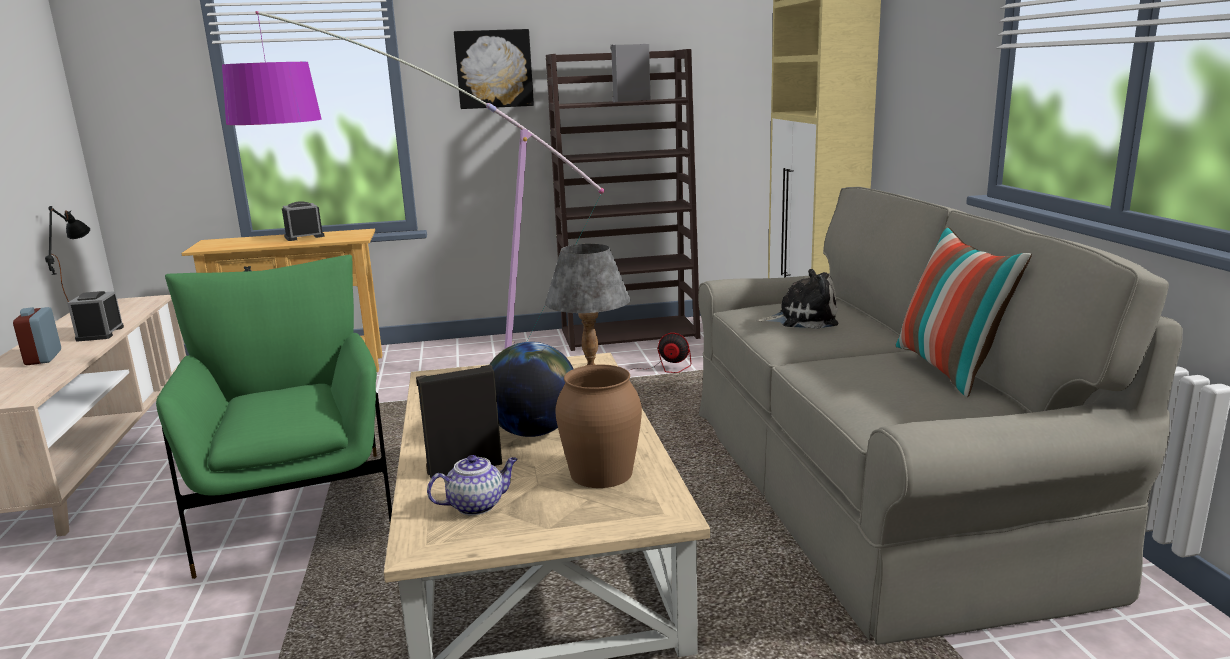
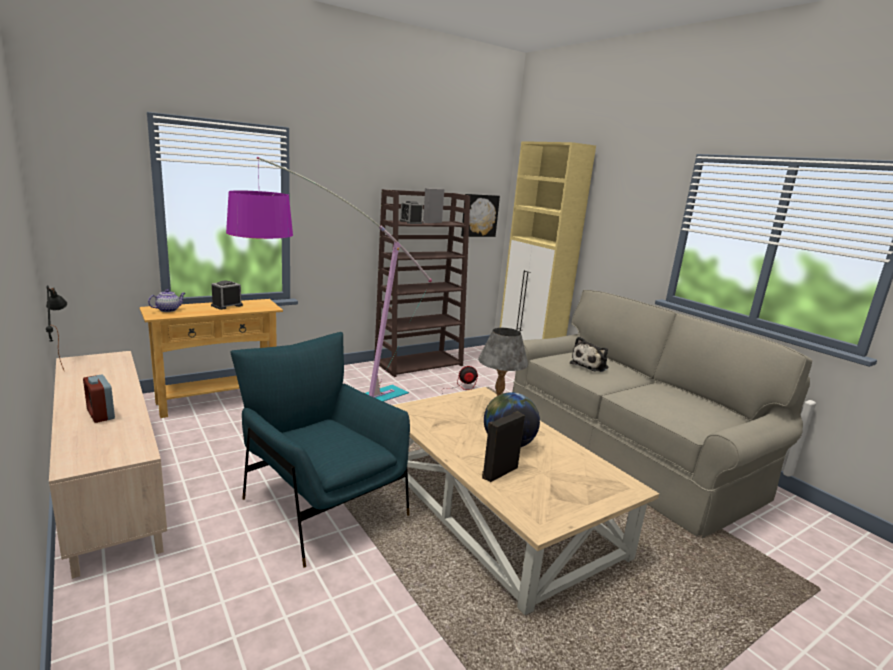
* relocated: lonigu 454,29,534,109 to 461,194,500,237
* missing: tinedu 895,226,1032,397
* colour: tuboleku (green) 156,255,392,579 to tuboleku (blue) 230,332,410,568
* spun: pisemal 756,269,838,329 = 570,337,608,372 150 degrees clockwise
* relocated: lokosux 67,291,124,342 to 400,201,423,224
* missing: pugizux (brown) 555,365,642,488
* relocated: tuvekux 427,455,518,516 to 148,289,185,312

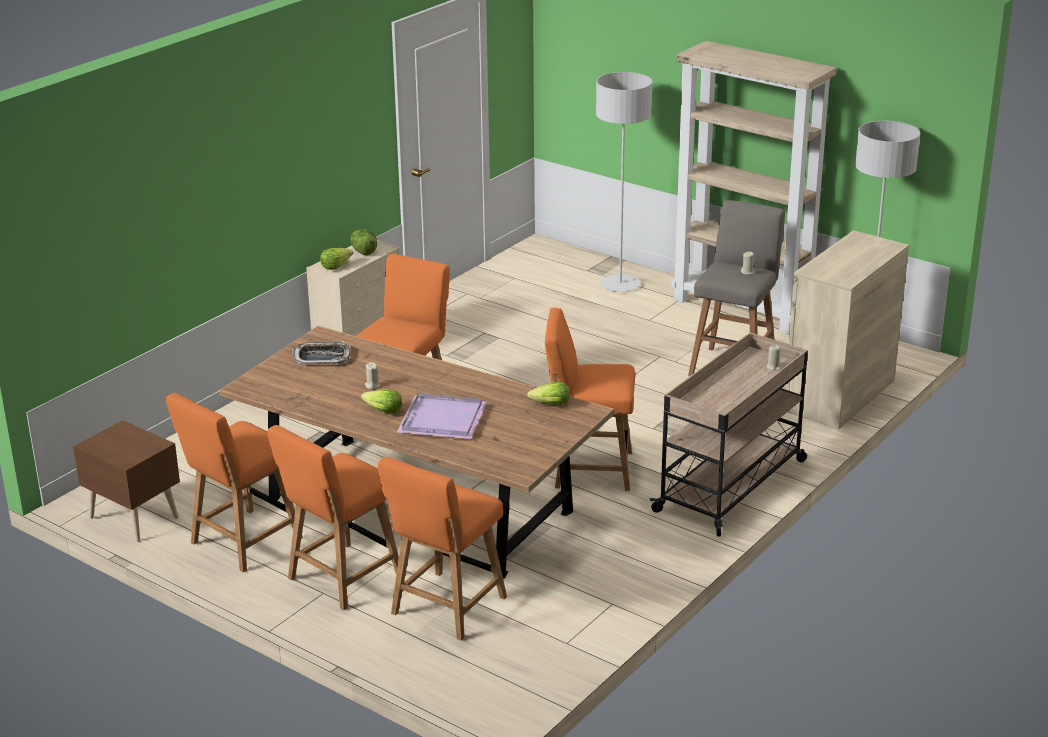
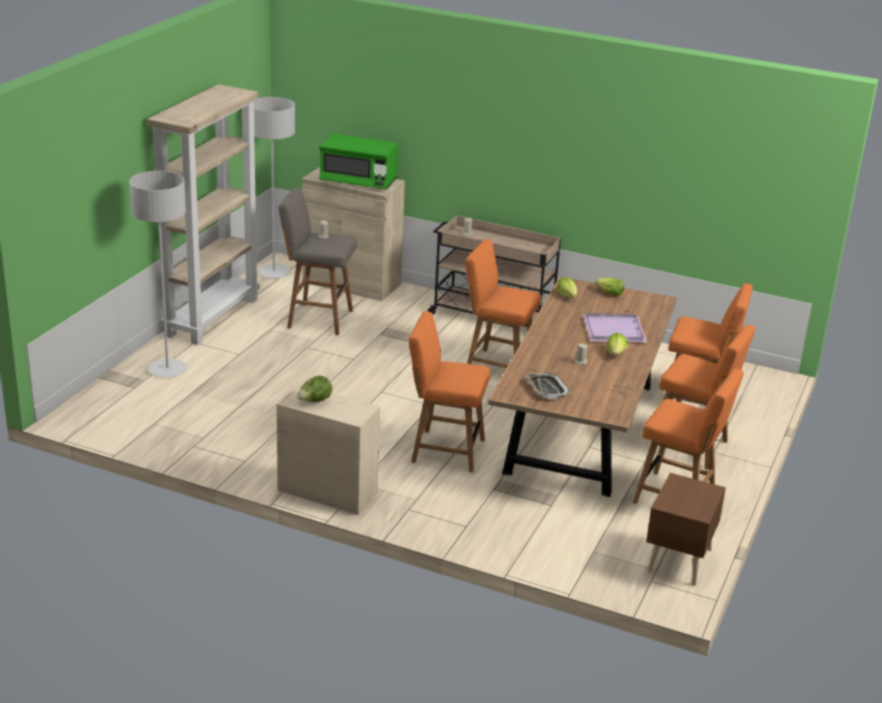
* relocated: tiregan 320,248,353,270 to 595,278,624,296
* spun: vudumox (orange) 545,308,635,491 = 465,239,541,368 120 degrees clockwise
* appeared: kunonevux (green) 319,134,398,189

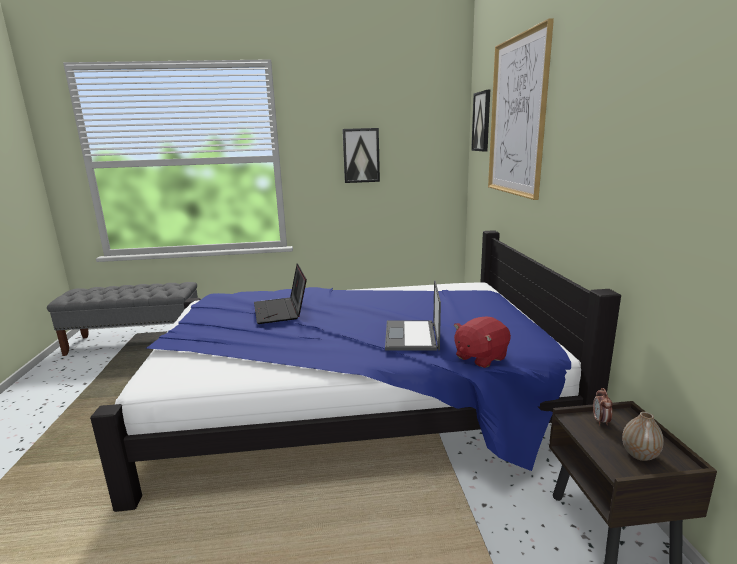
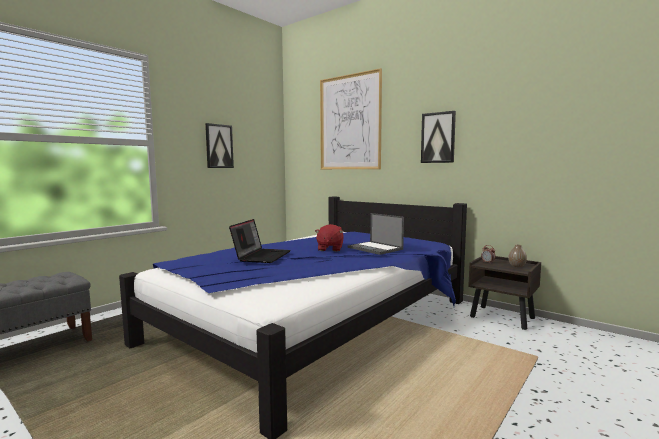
* relocated: lonigu 471,90,490,151 to 421,111,456,163
* spun: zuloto 254,264,307,324 = 229,219,291,263 105 degrees counterclockwise
* relocated: pisemal (red) 454,316,511,368 to 315,224,344,252

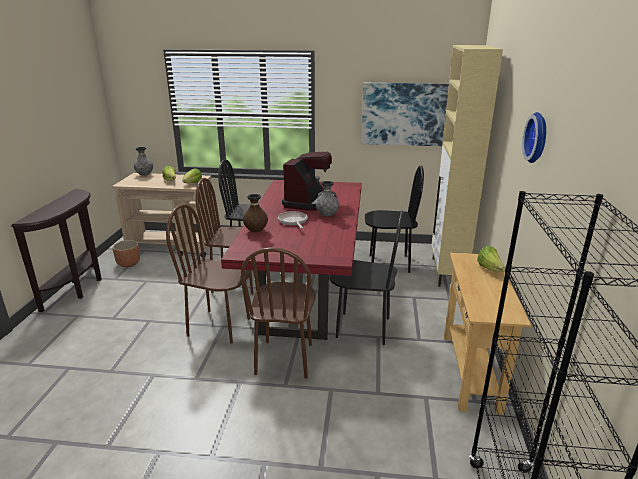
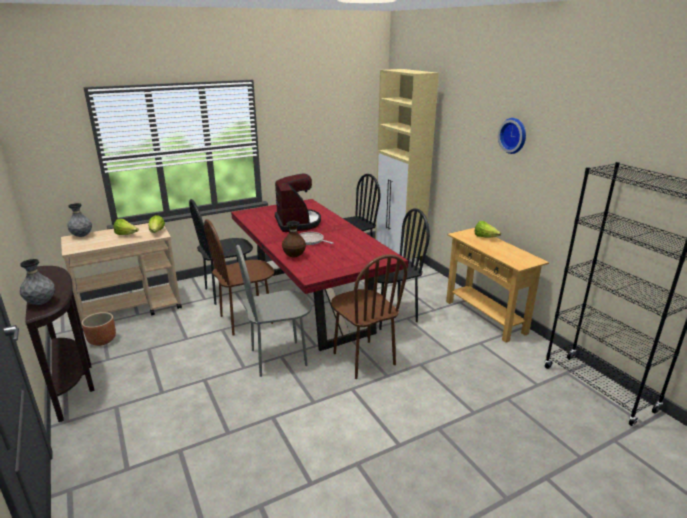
* missing: lonigu 361,83,449,146
* relocated: pugizux (grey) 316,181,339,217 to 20,259,55,305
* colour: vudumox (brown) 166,204,251,344 to vudumox (grey) 236,245,312,377

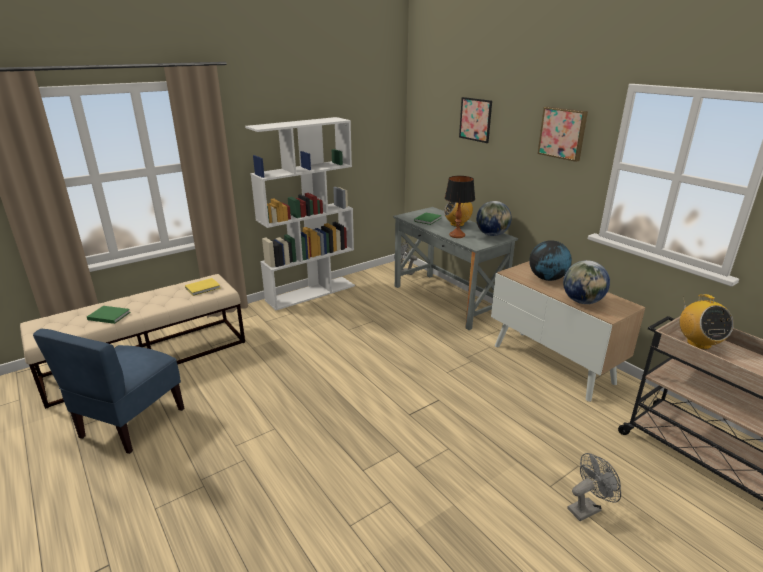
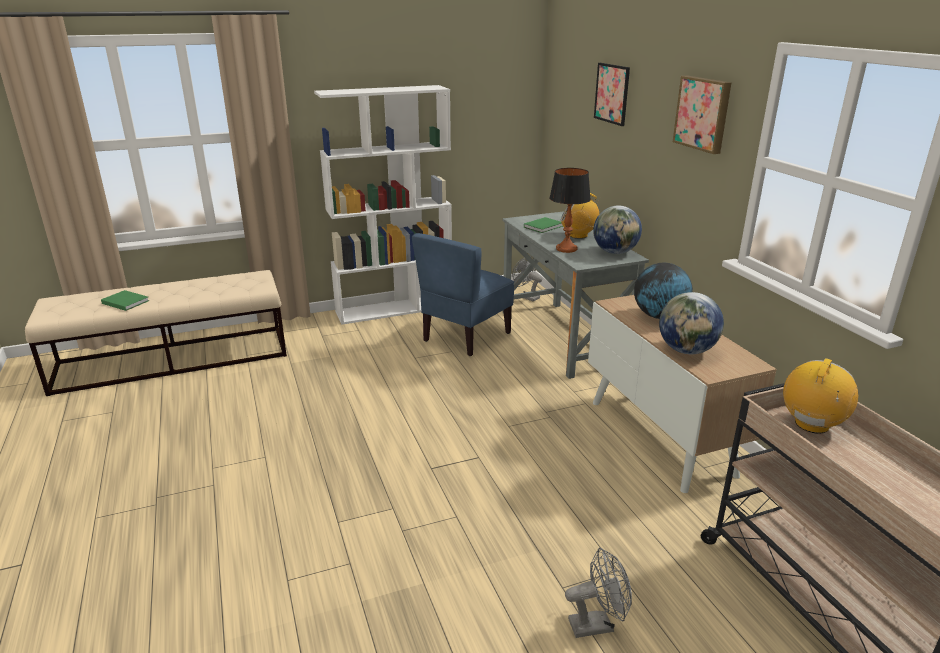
* missing: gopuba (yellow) 185,278,220,296
* spun: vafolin 680,294,734,350 = 783,358,858,434 150 degrees counterclockwise
* relocated: vudumox (blue) 33,329,184,454 to 412,233,514,356

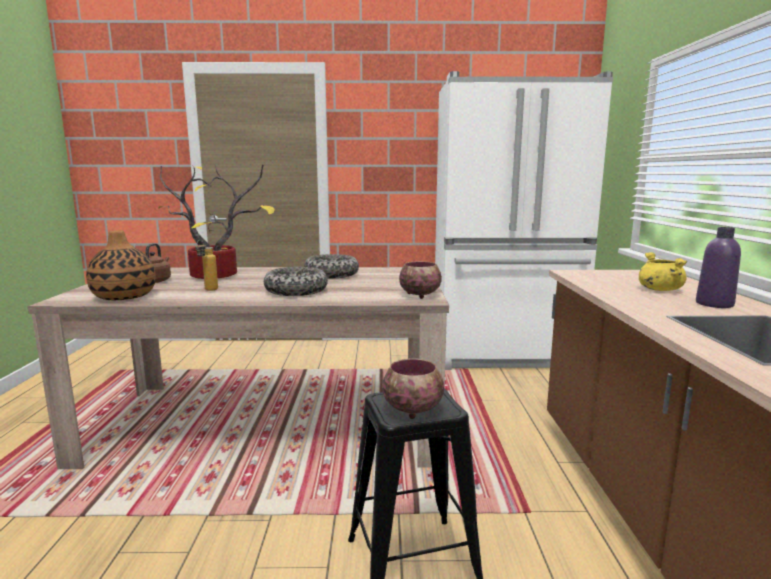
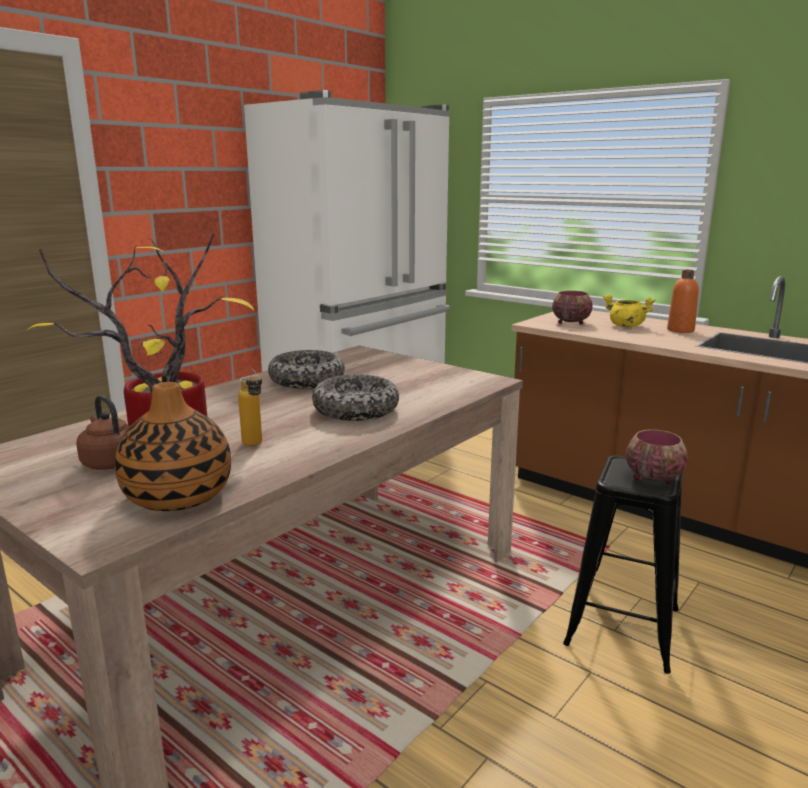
* colour: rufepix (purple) 696,227,741,308 to rufepix (orange) 667,270,699,333
* relocated: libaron 399,261,442,299 to 552,291,593,324

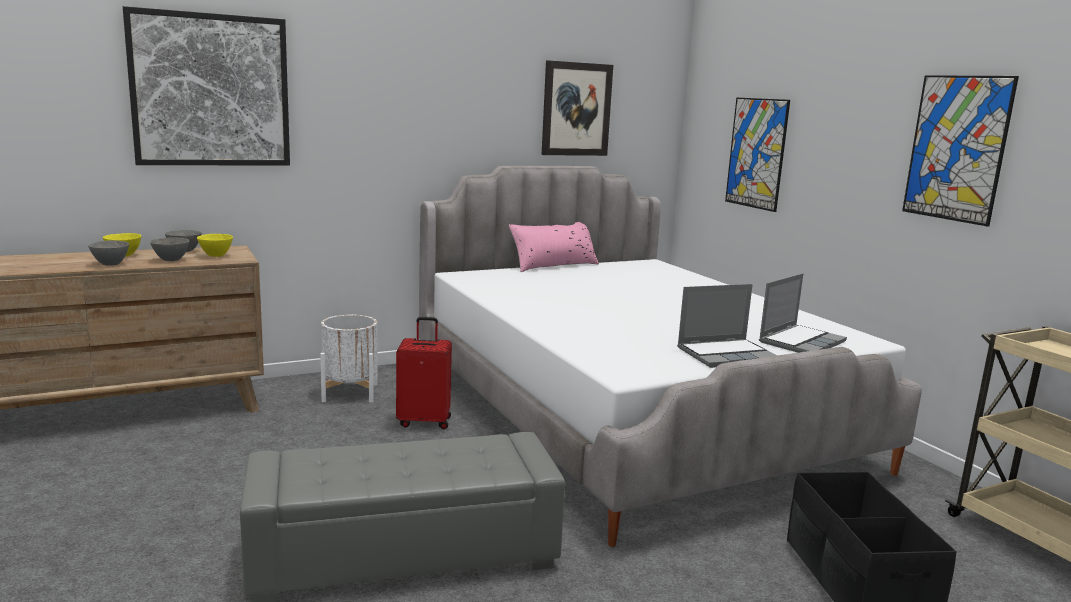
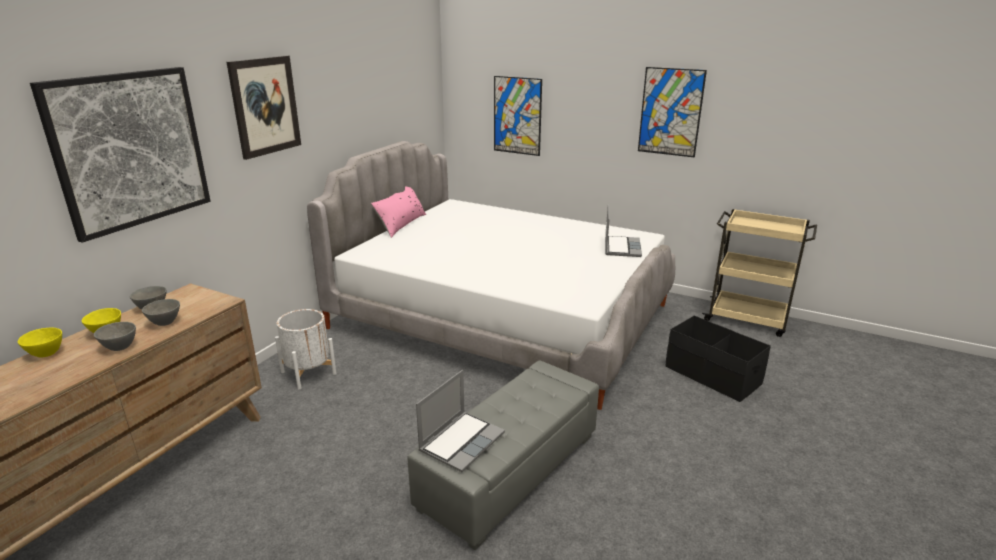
* relocated: lonigu 542,60,613,156 to 227,55,301,160
* relocated: libaron (yellow) 197,234,233,257 to 18,328,62,358
* relocated: zuloto 677,284,777,368 to 416,370,505,472
* missing: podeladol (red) 396,317,452,429

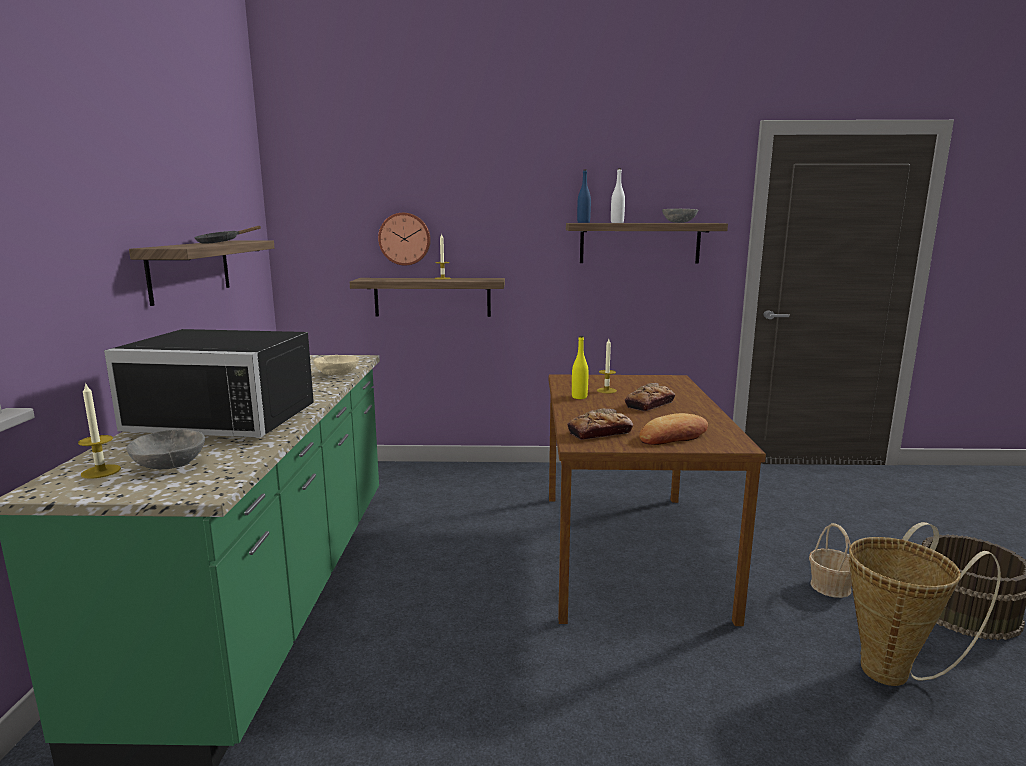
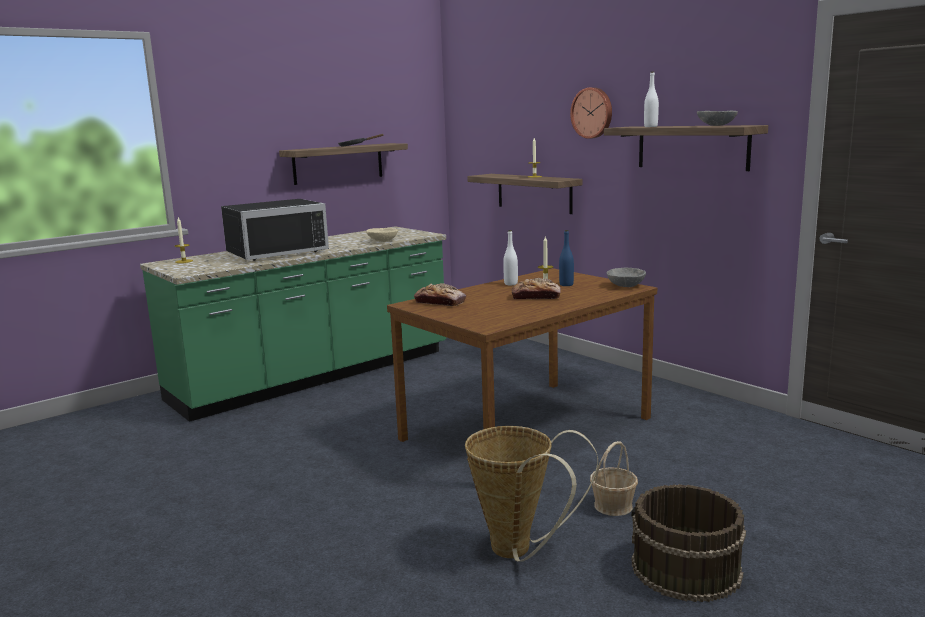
* relocated: rufepix (blue) 577,170,591,223 to 559,230,574,286
* relocated: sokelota 378,213,431,266 to 570,87,612,139
* spun: kunonevux (black) 104,329,314,438 = 221,199,329,261 90 degrees counterclockwise
* colour: rufepix (yellow) 572,336,589,399 to rufepix (white) 503,230,518,285
* missing: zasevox 639,413,708,445
* relocated: libaron (grey) 126,429,205,470 to 607,268,646,287

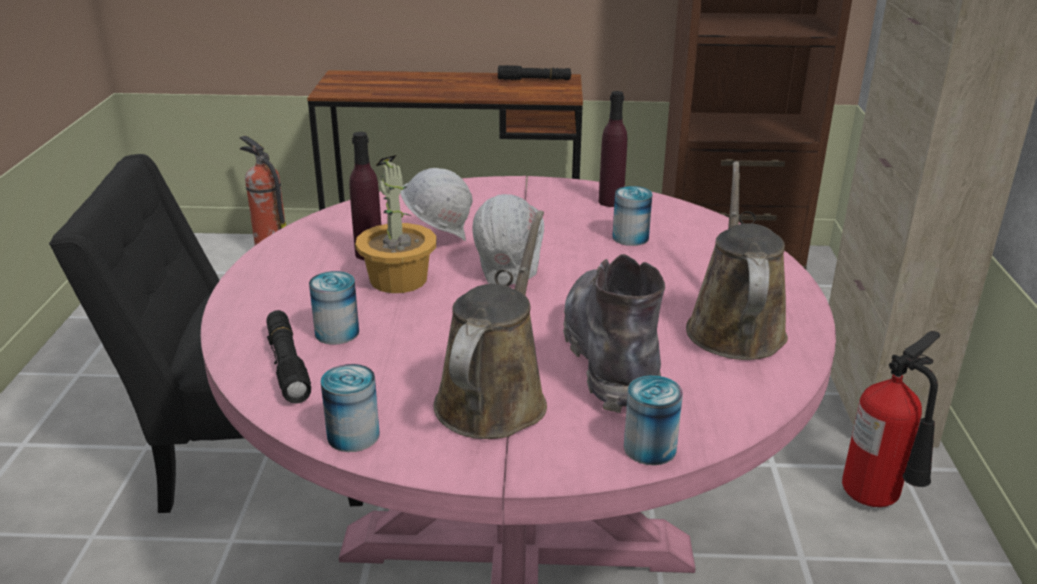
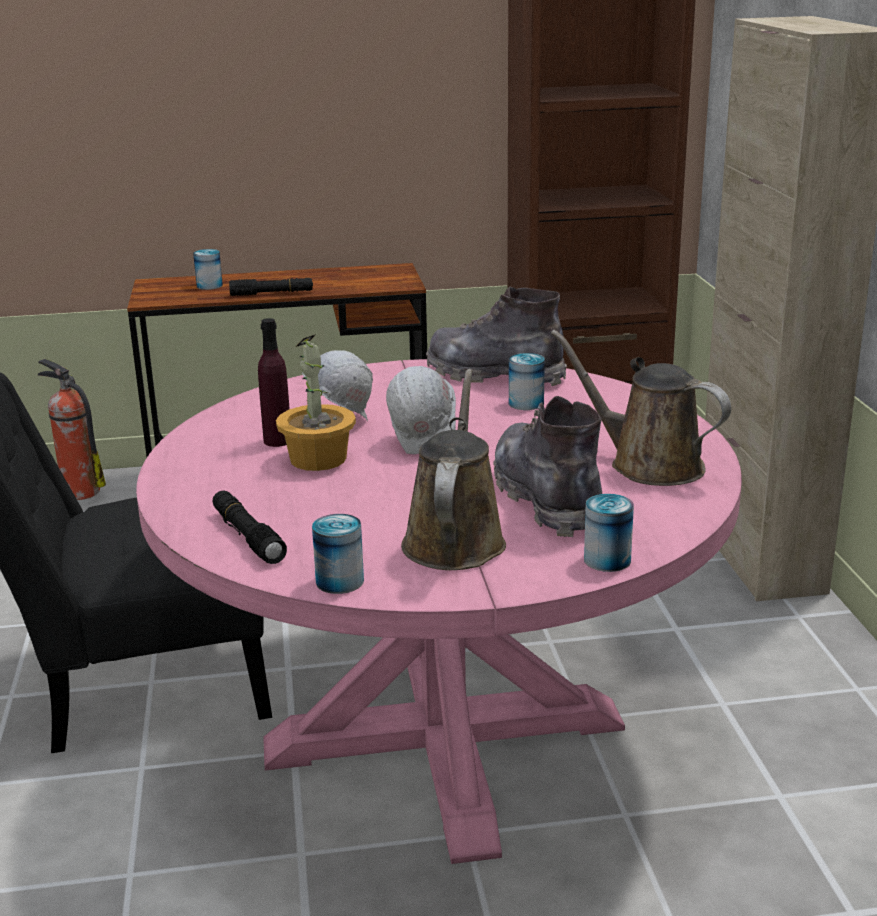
* relocated: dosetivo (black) 498,65,571,80 to 229,278,313,296
* exchanged: rufepix (purple) 599,91,627,207 to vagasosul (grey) 426,287,567,386
* spun: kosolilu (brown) 686,161,788,360 = 551,330,731,486 45 degrees counterclockwise
* relocated: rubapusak 309,271,359,345 to 193,249,223,290
* missing: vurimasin 842,331,940,507

